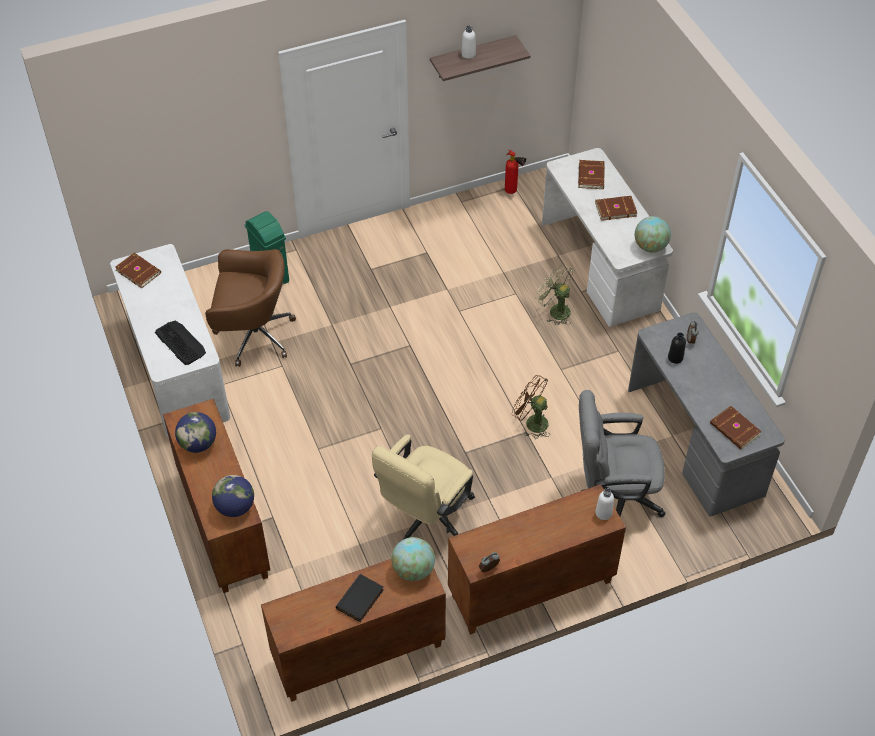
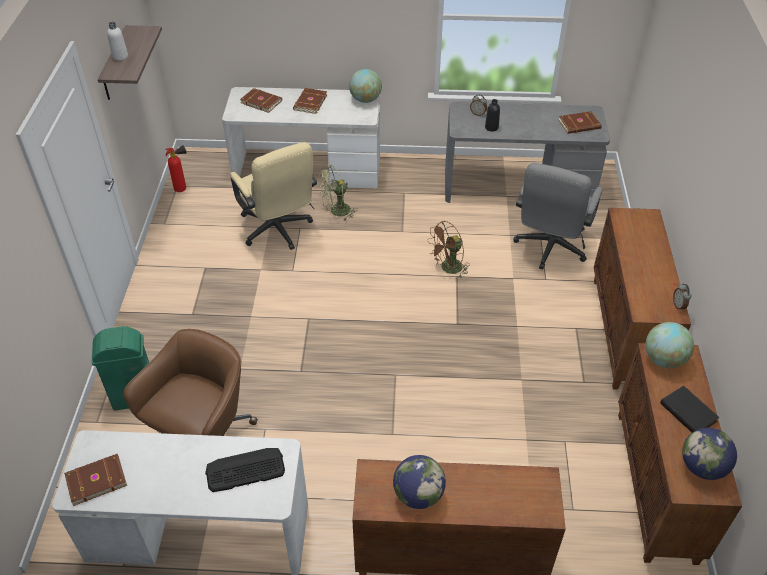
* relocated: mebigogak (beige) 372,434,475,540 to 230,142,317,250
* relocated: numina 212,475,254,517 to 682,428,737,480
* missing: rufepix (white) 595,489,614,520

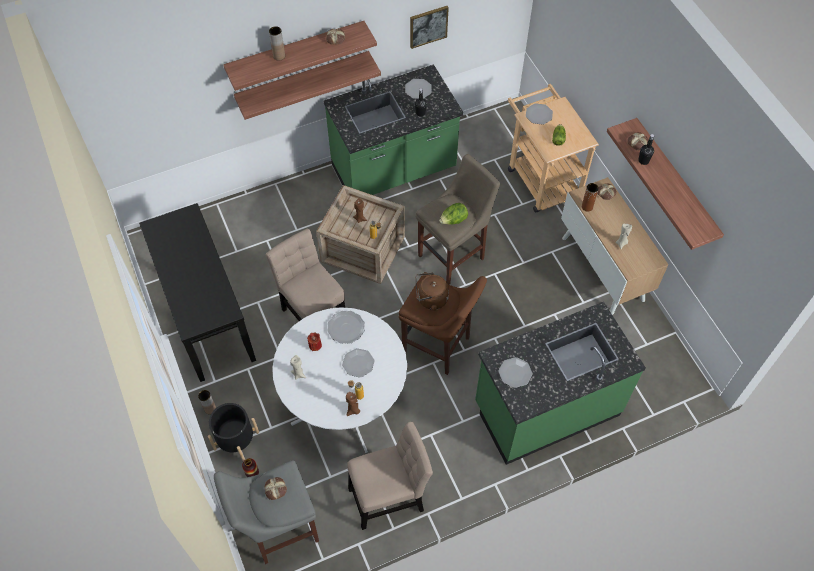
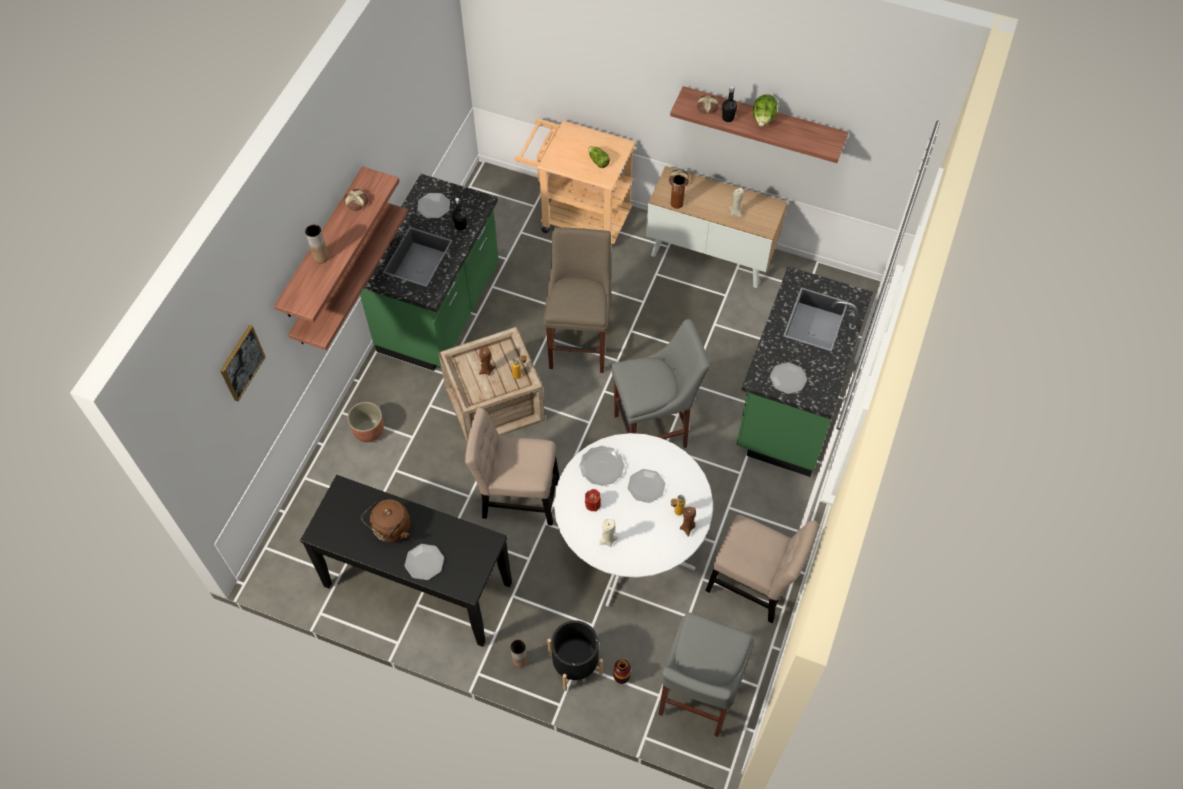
* relocated: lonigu 410,6,449,49 to 220,325,266,401
* relocated: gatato 526,103,553,125 to 405,544,444,580
* relocated: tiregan 439,203,468,225 to 753,94,778,127
* colour: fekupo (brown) 399,272,487,375 to fekupo (grey) 611,319,710,448
* relocated: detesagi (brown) 416,273,449,311 to 361,499,410,543
* spun: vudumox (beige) 347,422,433,530 = 705,515,819,623 90 degrees clockwise
* missing: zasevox 265,477,287,500
* appeared: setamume 347,402,384,442

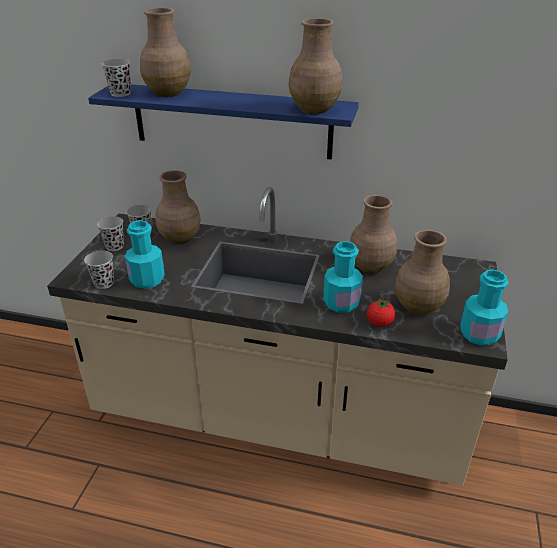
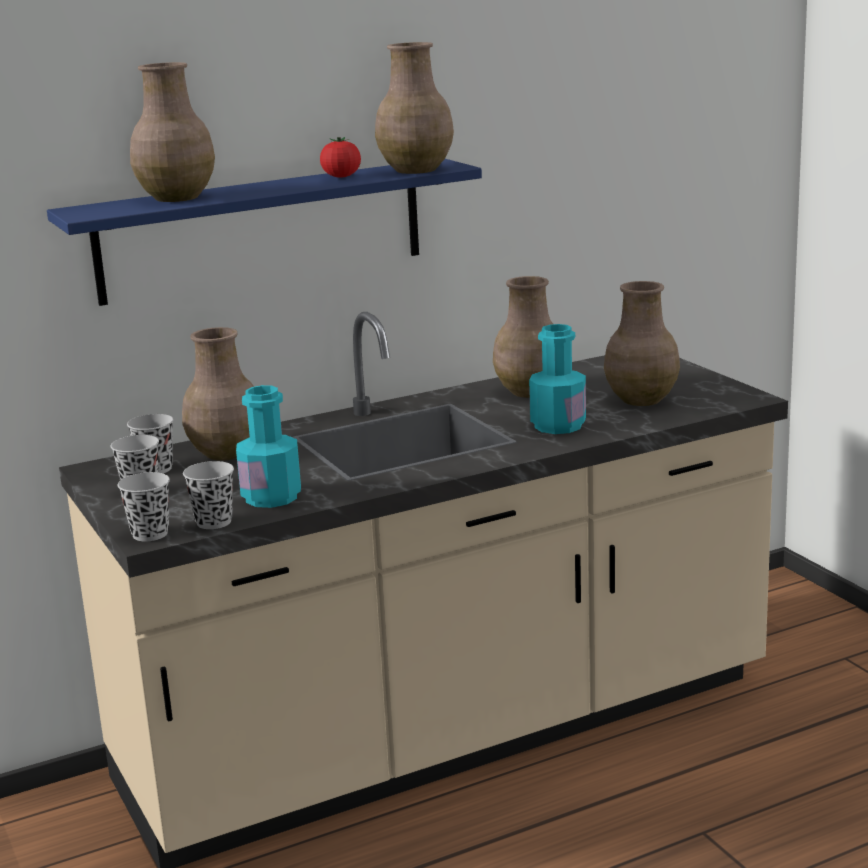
* relocated: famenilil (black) 102,59,131,97 to 118,472,170,541
* missing: rufepix (turquoise) 460,270,509,346
* relocated: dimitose 367,298,395,327 to 320,137,361,178

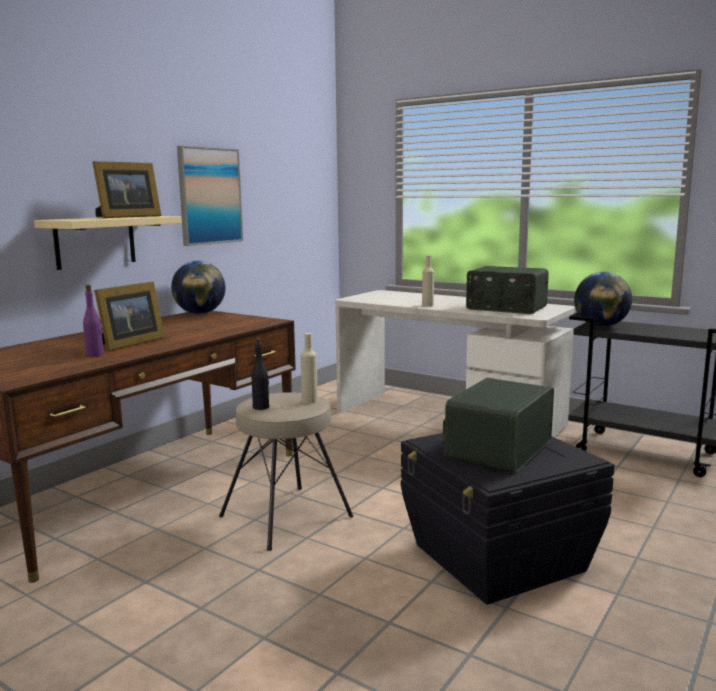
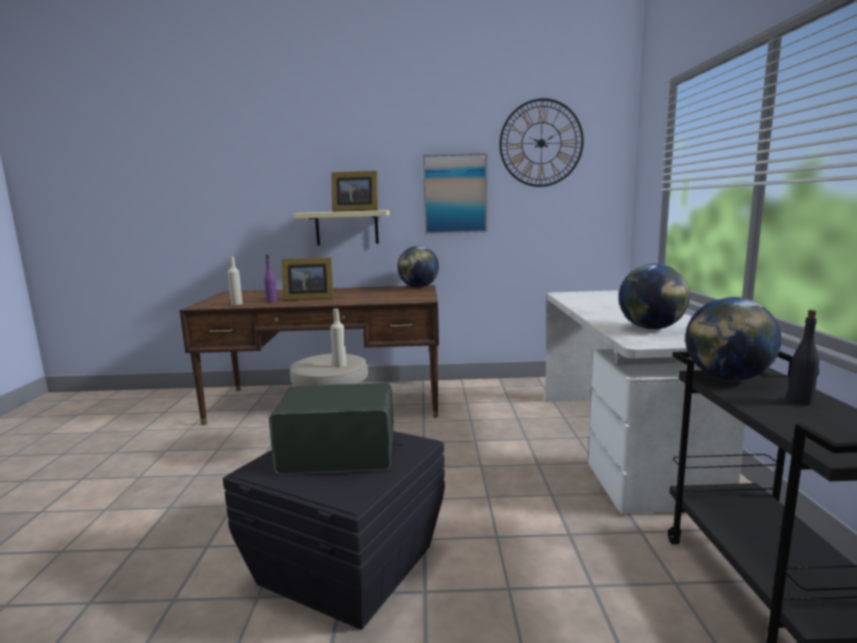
* relocated: rufepix (beige) 422,255,434,307 to 228,257,243,305
* exchanged: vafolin 466,266,549,314 to numina 619,264,690,330
* relocated: rufepix (black) 252,338,269,410 to 787,310,819,405
* appeared: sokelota 499,98,584,187

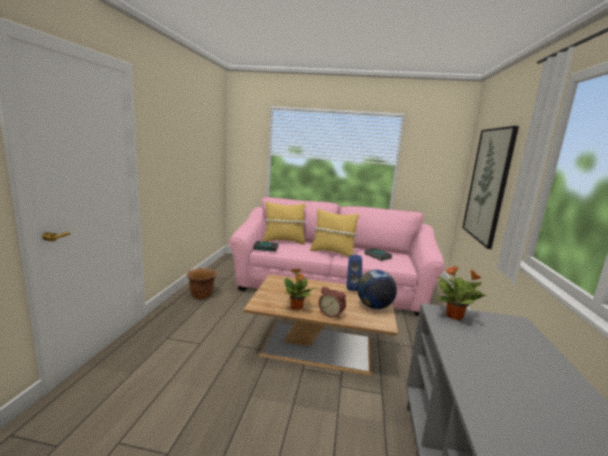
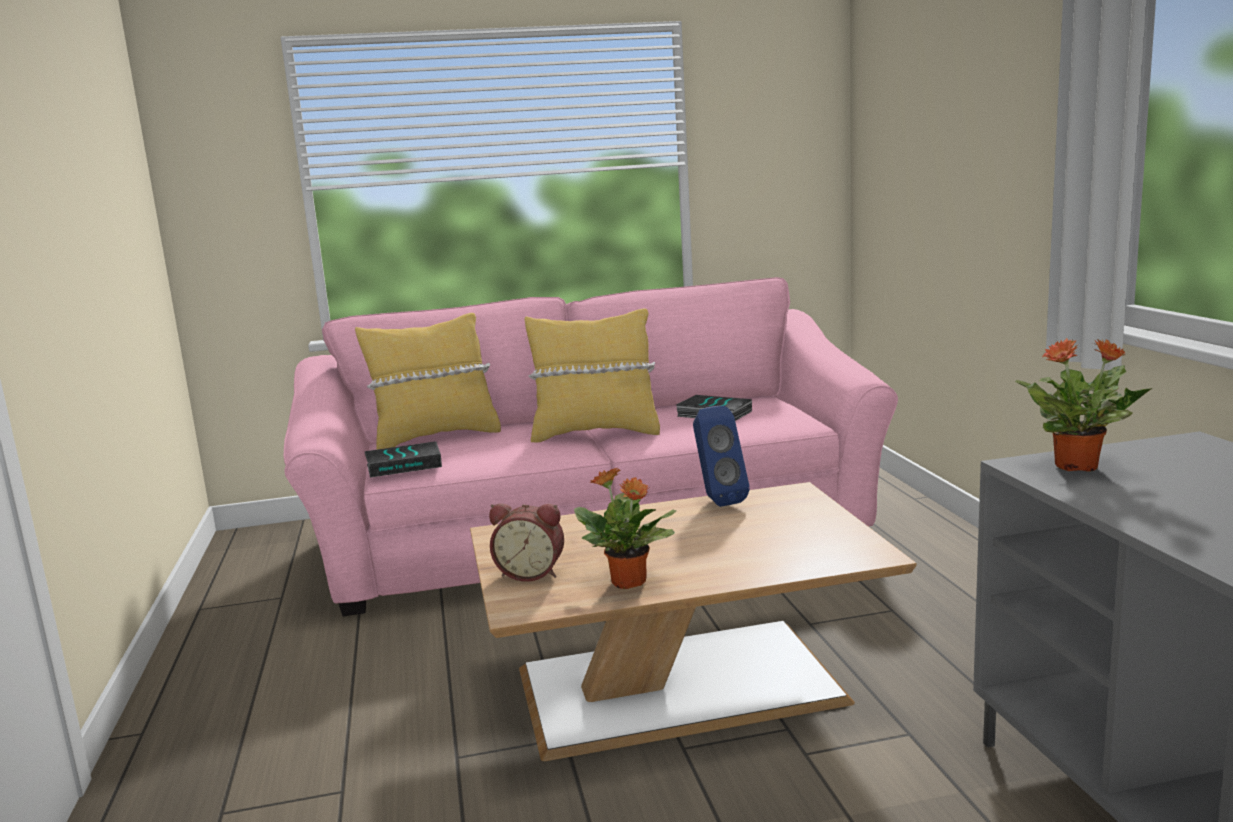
* missing: lonigu 462,126,519,249
* missing: setamume (brown) 187,268,217,299
* missing: numina 357,270,397,309
* relocated: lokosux 319,286,346,319 to 489,503,564,582

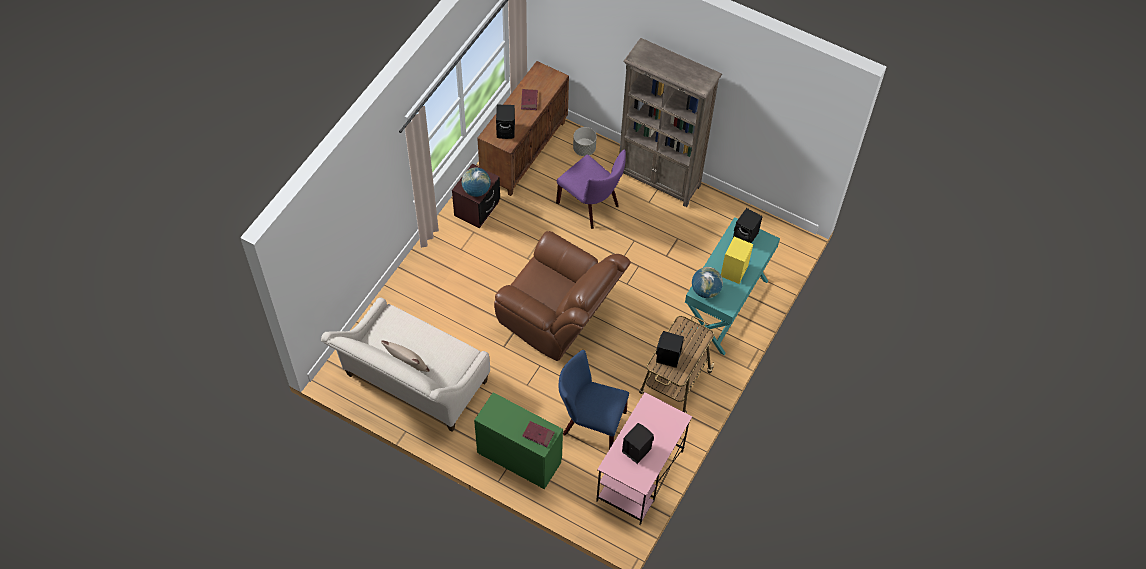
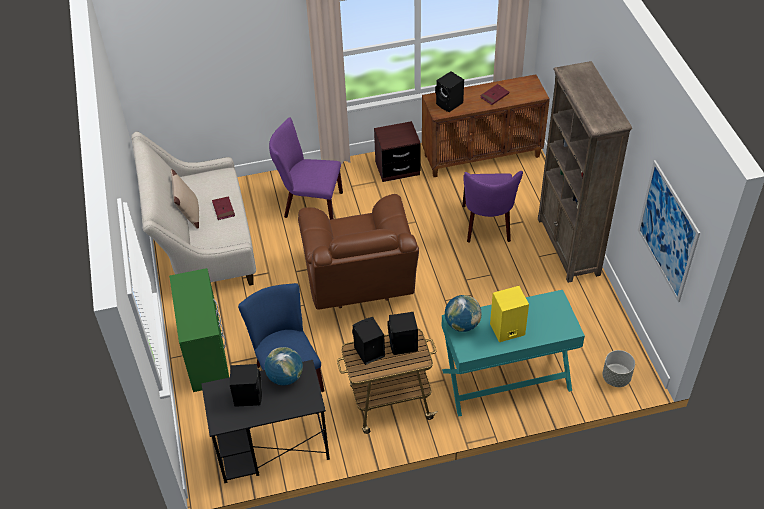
* relocated: setamume (grey) 573,127,597,156 to 602,350,635,387
* relocated: numina 462,168,491,197 to 265,347,303,386
* relocated: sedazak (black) 733,208,763,243 to 387,312,418,355
* colour: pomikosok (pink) 596,392,692,525 to pomikosok (black) 201,360,330,483
* relocated: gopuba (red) 522,421,555,447 to 212,196,235,220
* appeared: vudumox (purple) 269,118,343,220
* appeared: lonigu 638,160,700,302

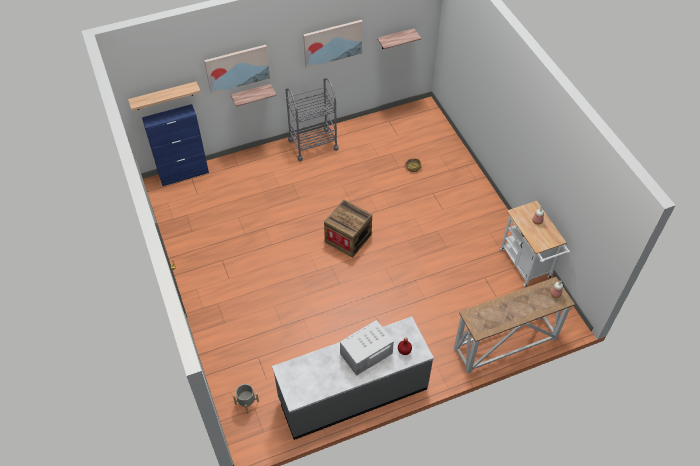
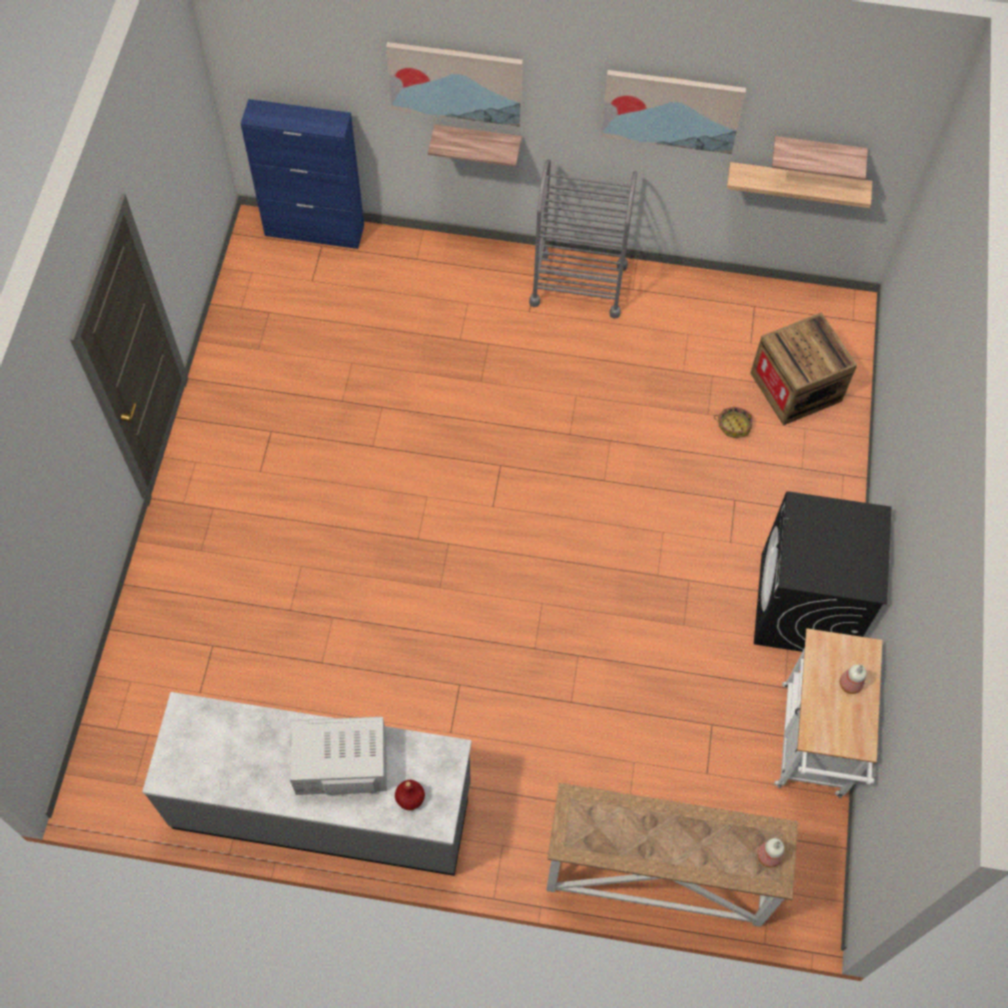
* relocated: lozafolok 128,81,201,111 to 727,162,872,208
* relocated: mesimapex 324,199,372,258 to 750,312,857,426
* missing: setamume (grey) 233,384,259,414
* appeared: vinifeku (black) 754,491,892,652

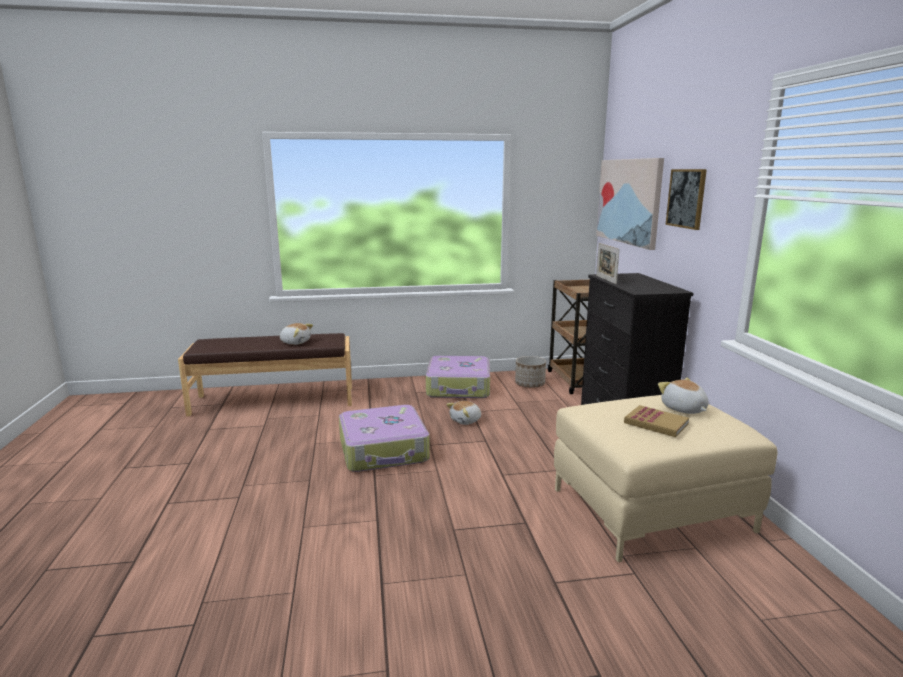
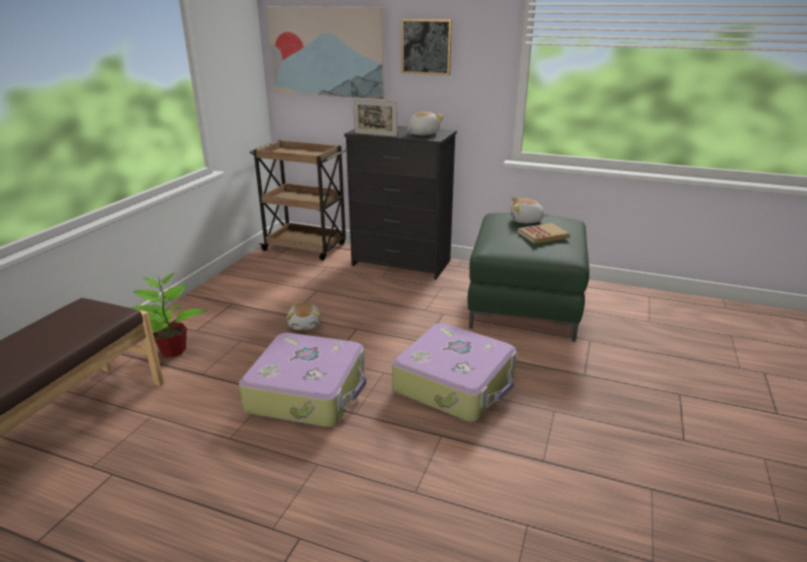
* relocated: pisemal 280,323,313,345 to 407,111,444,135
* relocated: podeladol 426,356,490,398 to 392,323,517,422
* missing: setamume 515,356,546,388
* colour: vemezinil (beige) 554,395,777,562 to vemezinil (green) 468,213,589,342
* appeared: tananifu 131,273,206,357

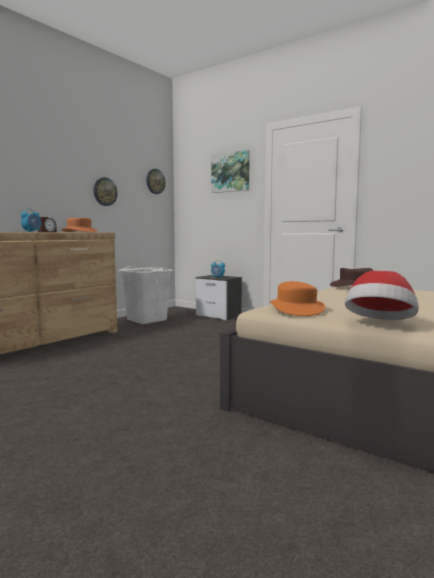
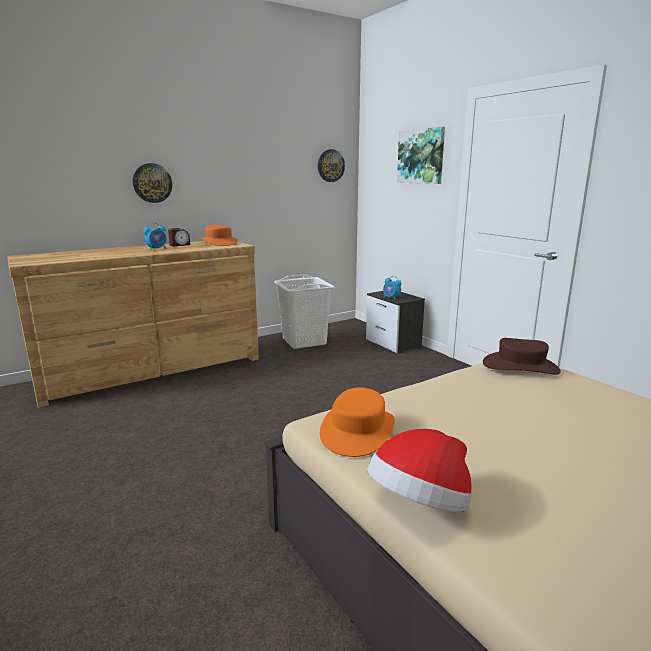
* relocated: sokelota 93,177,117,206 to 133,163,172,203

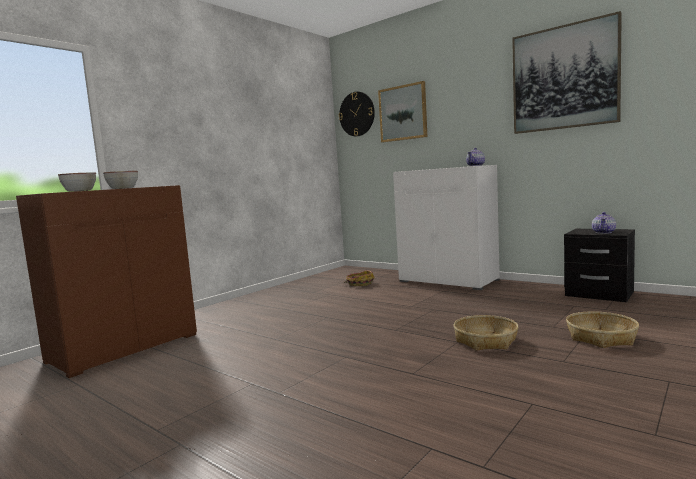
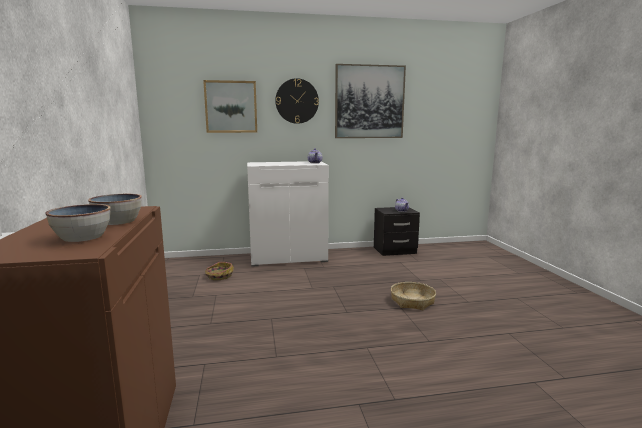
* relocated: sokelota 339,92,375,136 to 275,78,319,124
* missing: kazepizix 566,311,639,348

